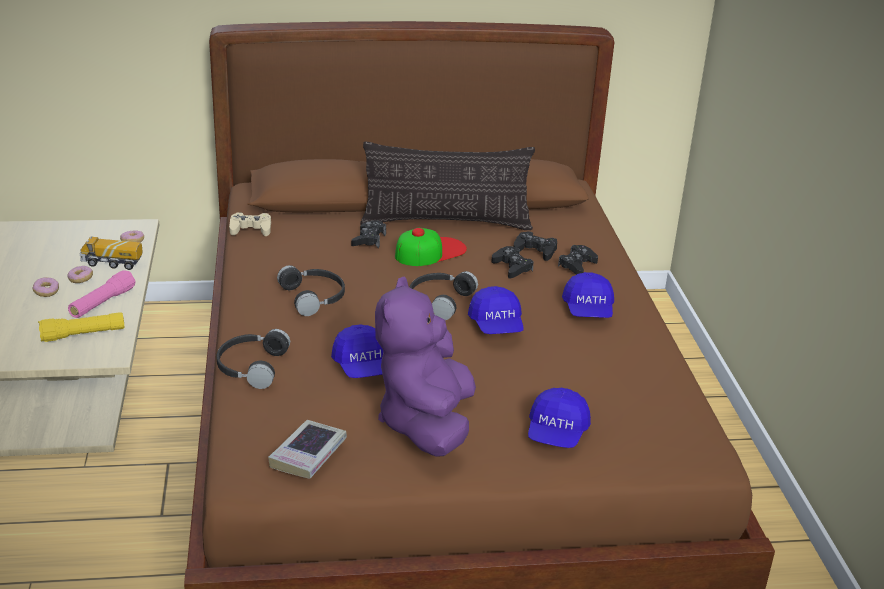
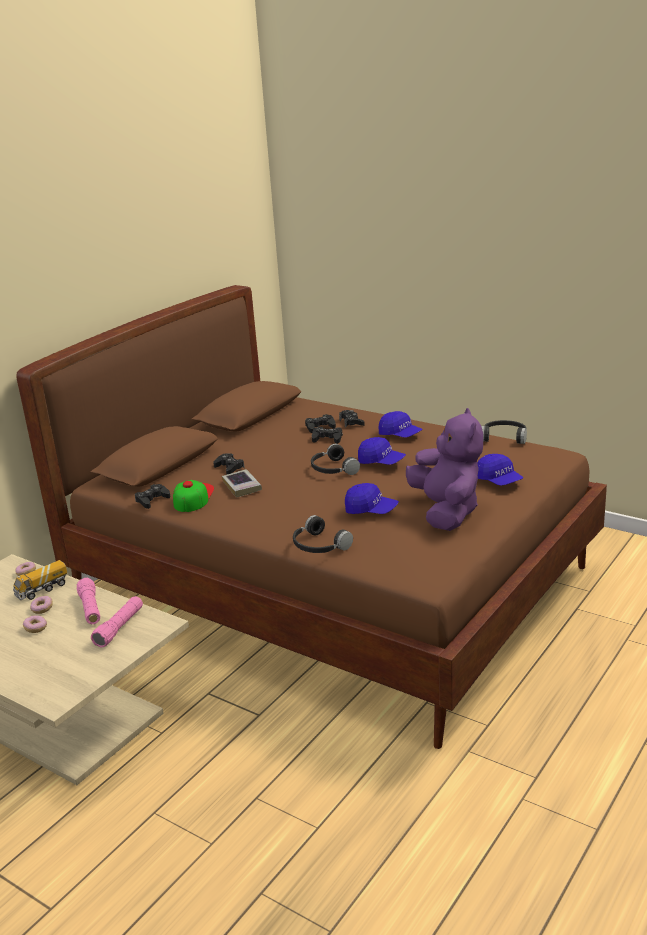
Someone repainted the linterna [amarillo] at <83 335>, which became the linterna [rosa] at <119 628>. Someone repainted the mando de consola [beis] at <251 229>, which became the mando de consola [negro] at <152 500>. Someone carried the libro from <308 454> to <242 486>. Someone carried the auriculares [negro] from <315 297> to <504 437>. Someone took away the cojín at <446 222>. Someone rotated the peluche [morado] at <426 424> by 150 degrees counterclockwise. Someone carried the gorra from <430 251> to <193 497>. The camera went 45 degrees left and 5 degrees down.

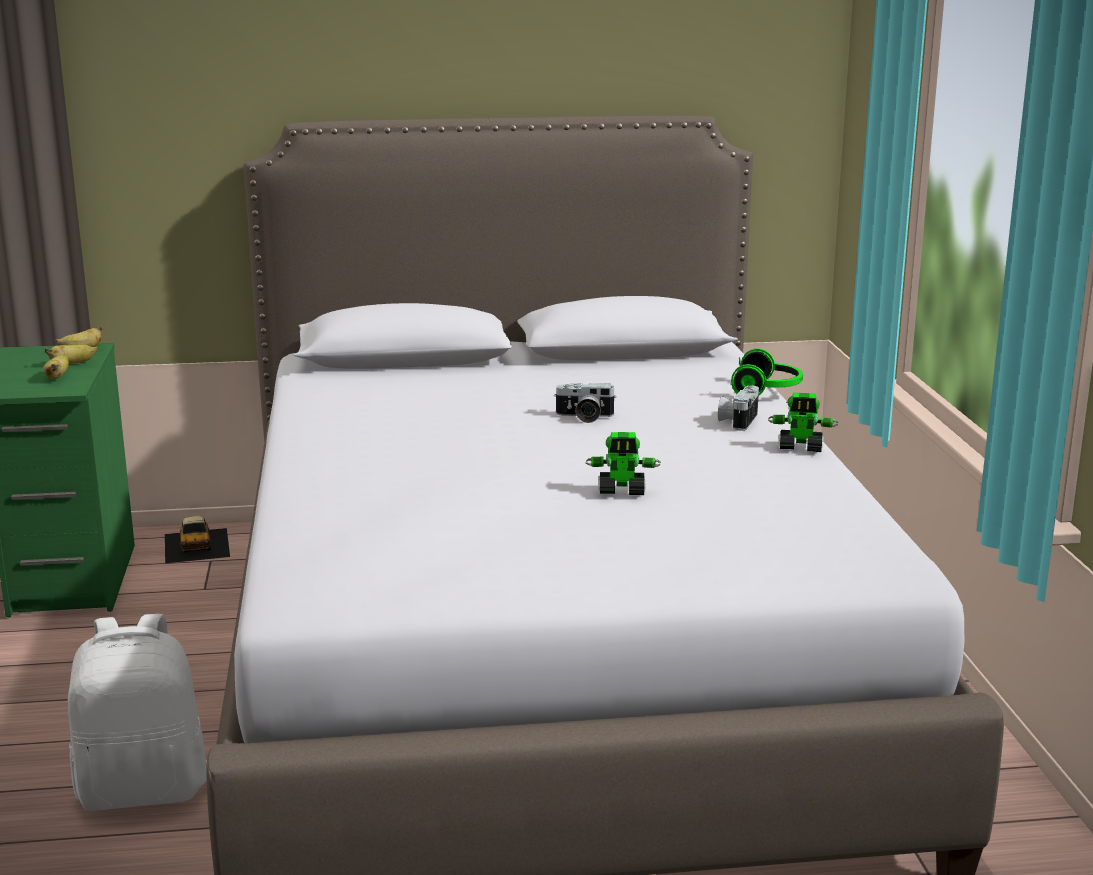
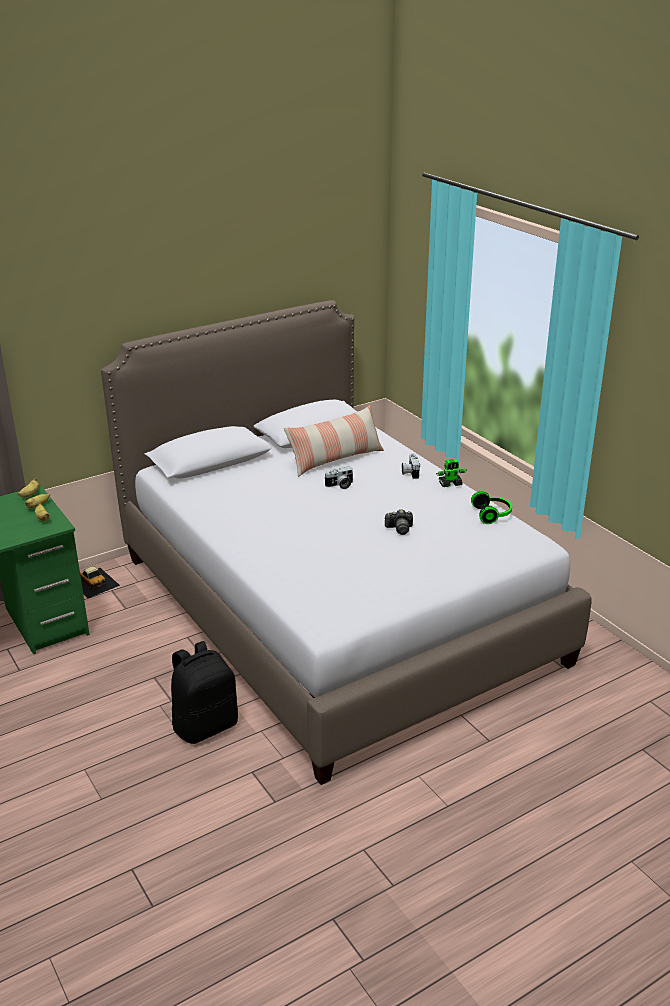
Someone repainted the mochila [blanco] at <143 789>, which became the mochila [negro] at <205 725>. Someone swapped the robot de juguete at <622 491> for the cámara at <399 529>. Someone carried the auriculares from <768 391> to <492 515>. Someone put down the cojín at <335 459>. The camera went 25 degrees left and 10 degrees up.

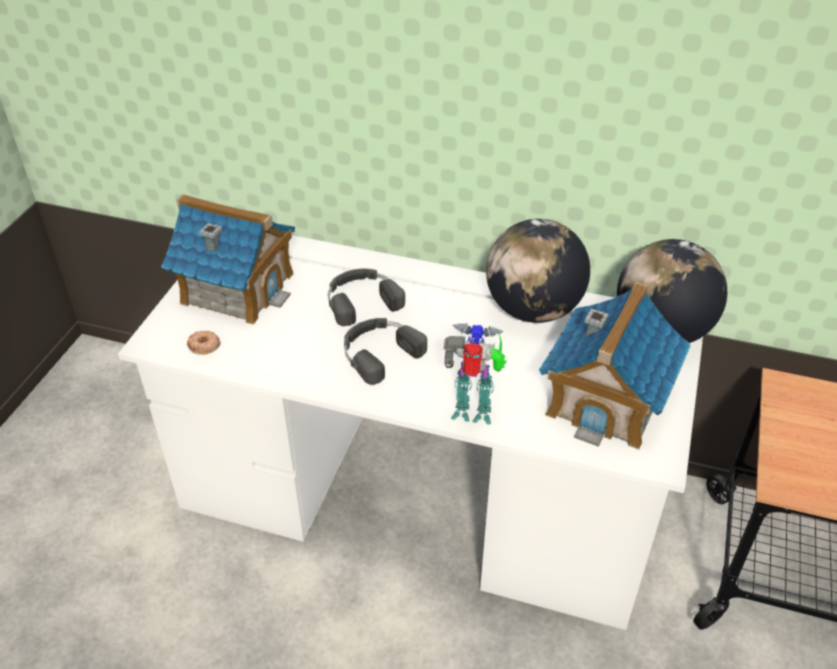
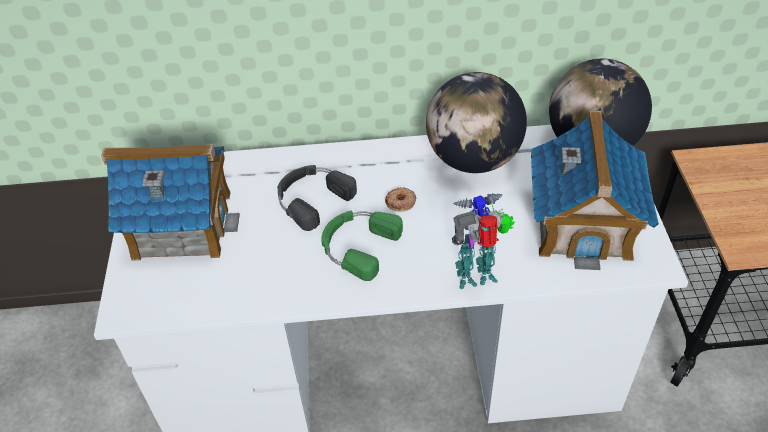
Someone carried the rosquilla from <204 345> to <401 202>. Someone repainted the auriculares [negro] at <378 352>, which became the auriculares [verde] at <357 246>. The camera went 20 degrees left and 5 degrees up.

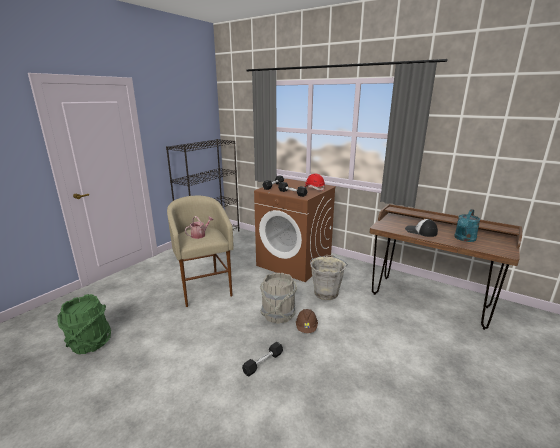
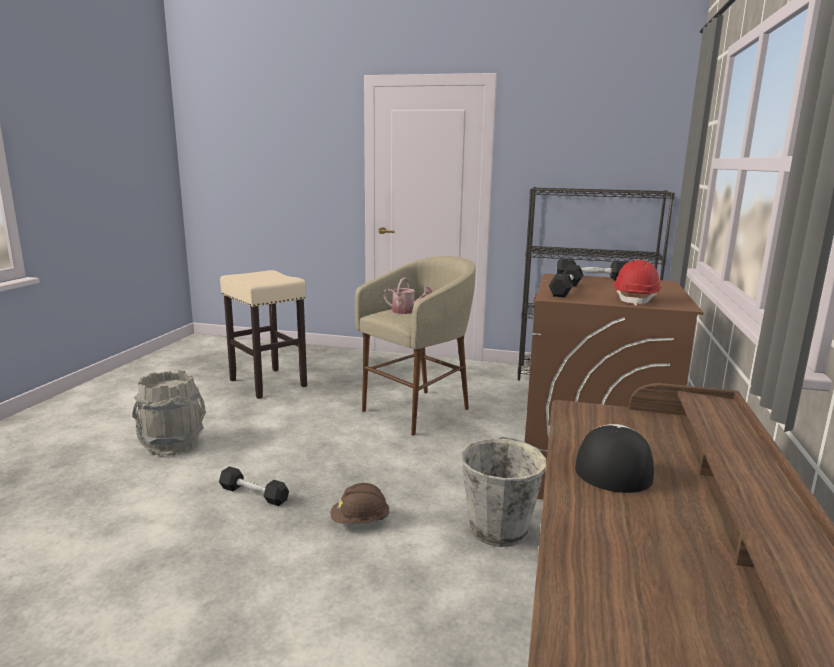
Someone swapped the cubo [verde] at <89 343> for the taburete [beis] at <267 383>. Someone carried the cubo [gris] from <278 314> to <173 444>. Someone took away the regadera [turquesa] at <464 239>. The camera went 70 degrees right and 5 degrees down.

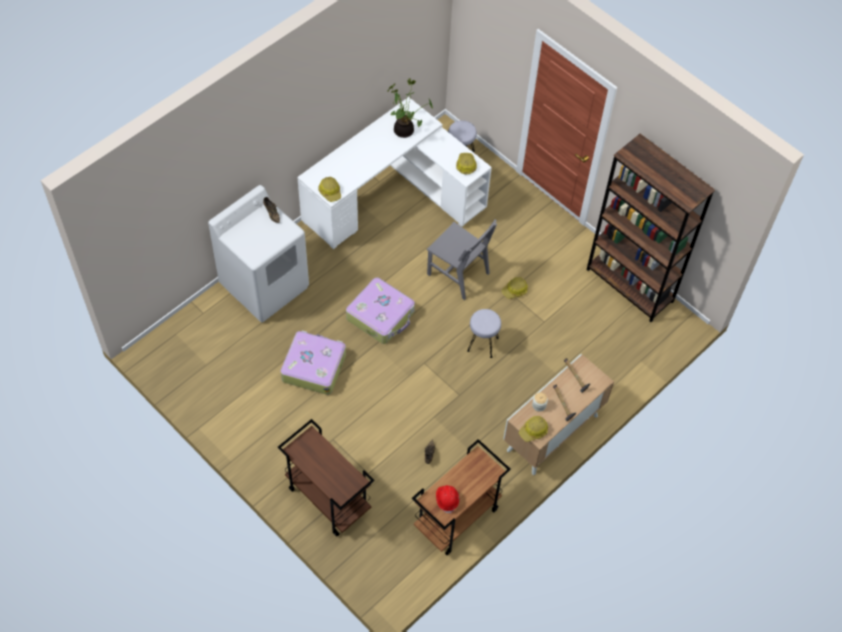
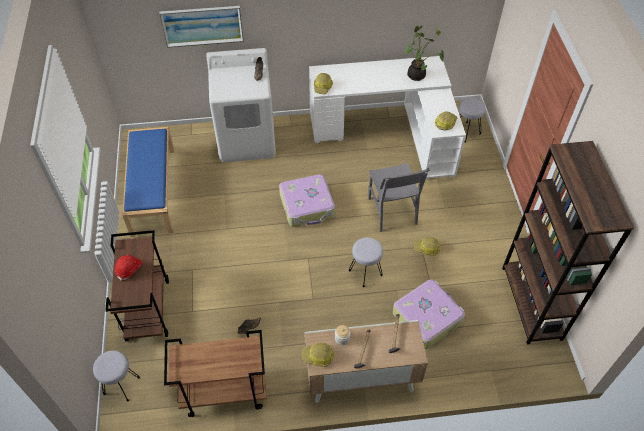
Someone carried the maleta from <313 366> to <427 317>. Someone carried the casco [rojo] from <447 499> to <129 269>. Someone put down the taburete [gris] at <121 385>. Someone put down the banco [azul] at <153 190>. Someone put up the cuadro at <202 25>. The camera went 40 degrees right and 5 degrees down.

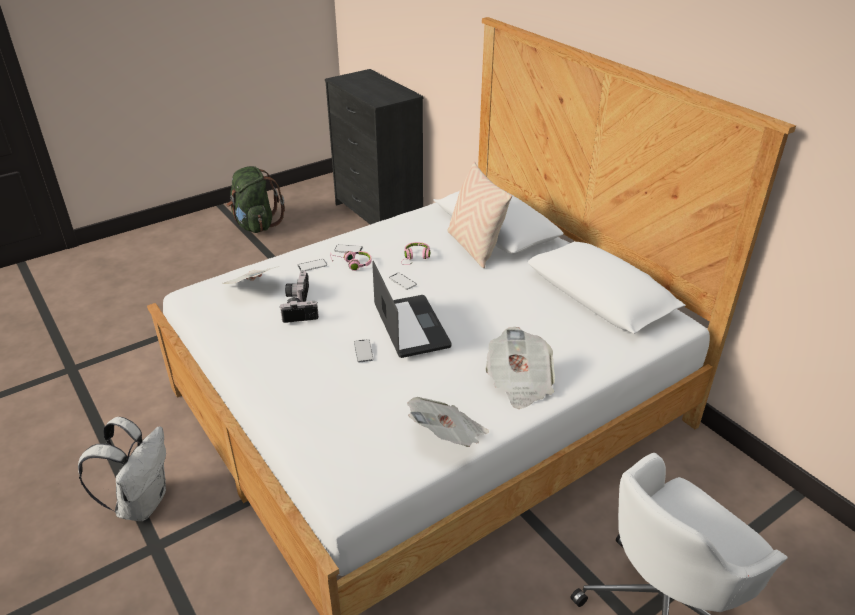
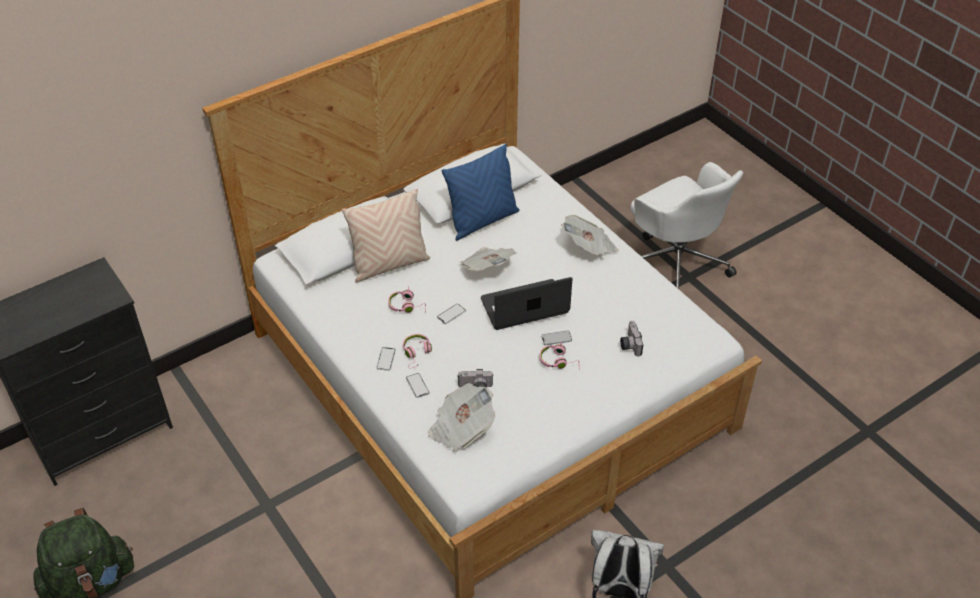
Someone carried the cámara from <300 315> to <629 344>. Someone carried the periódico from <448 436> to <487 268>. Someone put down the cojín [azul] at <482 221>. Someone put down the auriculares [rosa] at <559 361>. The camera went 90 degrees left and 10 degrees up.

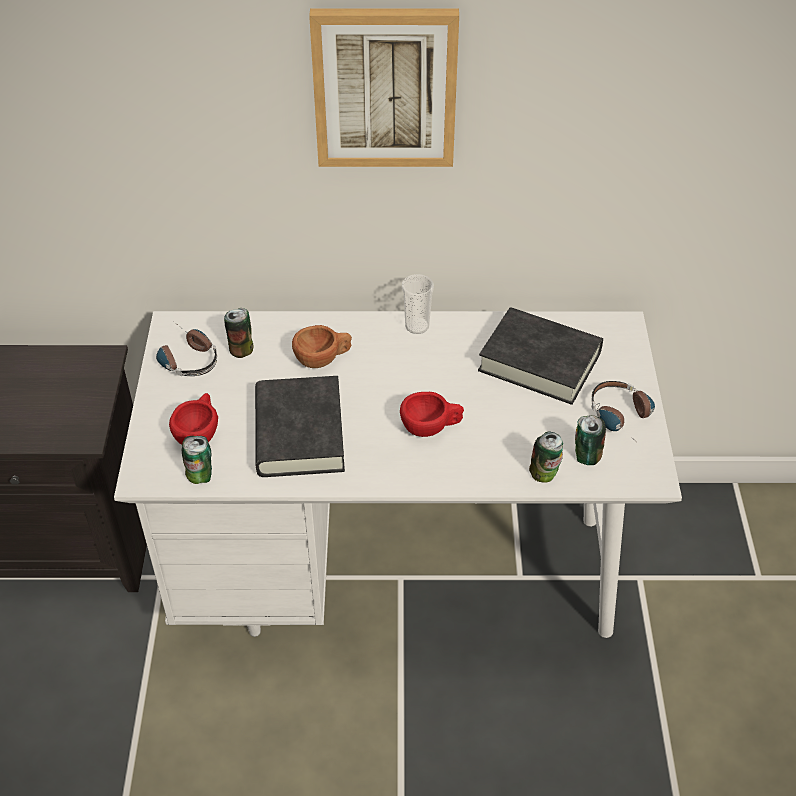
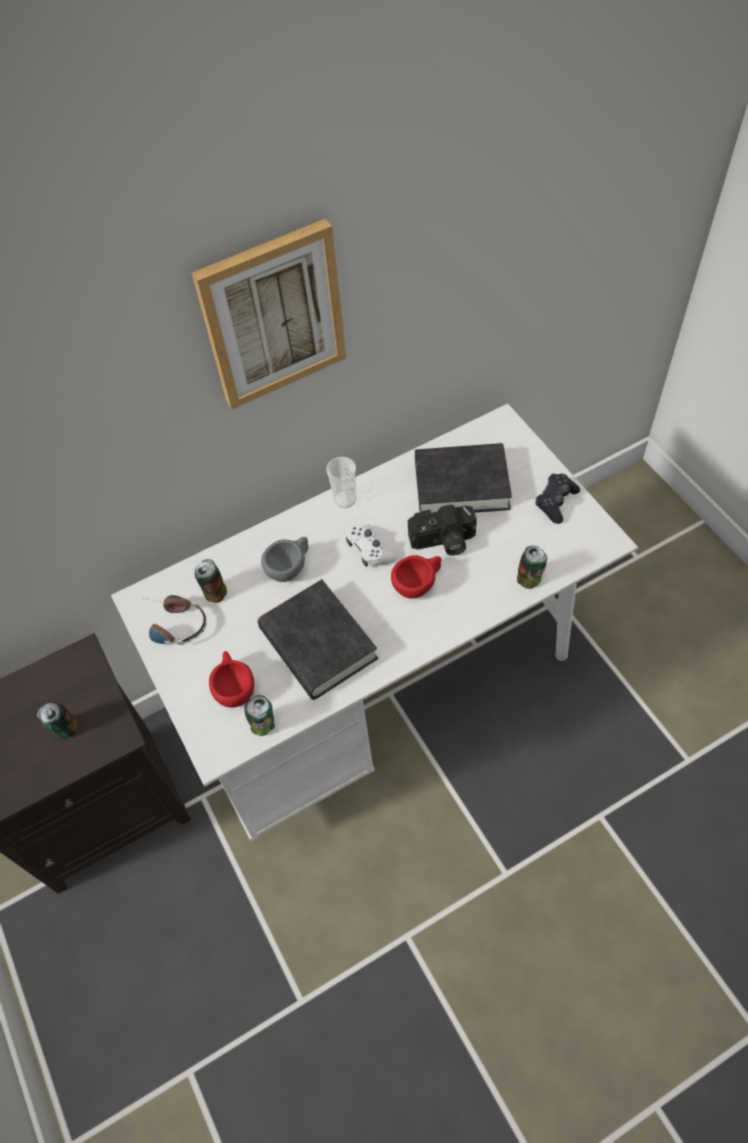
Someone repainted the taza [marrón] at <323 359>, which became the taza [gris] at <290 567>. Someone carried the lata from <586 456> to <65 729>. Someone swapped the auriculares at <625 418> for the mando de consola [negro] at <556 502>. Someone put down the mando de consola [blanco] at <369 550>. Someone put down the cámara at <443 542>. The camera went 25 degrees left and 10 degrees up.

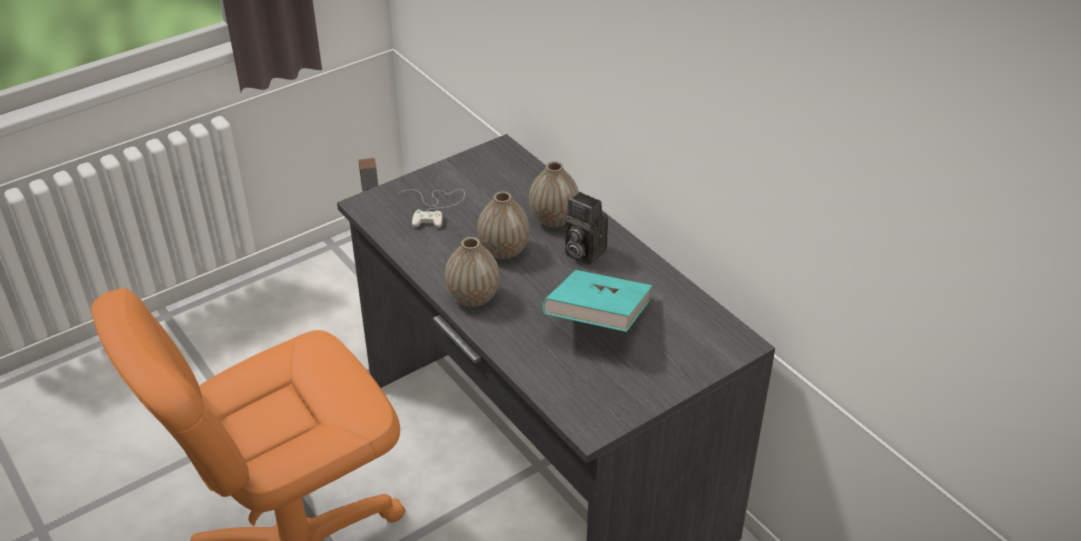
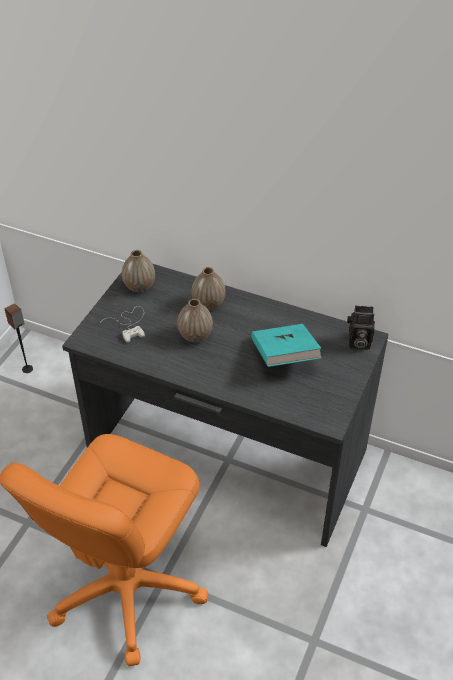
Someone carried the florero from <473 297> to <139 286>. Someone carried the cámara from <582 252> to <357 342>. The camera went 30 degrees left and 5 degrees up.

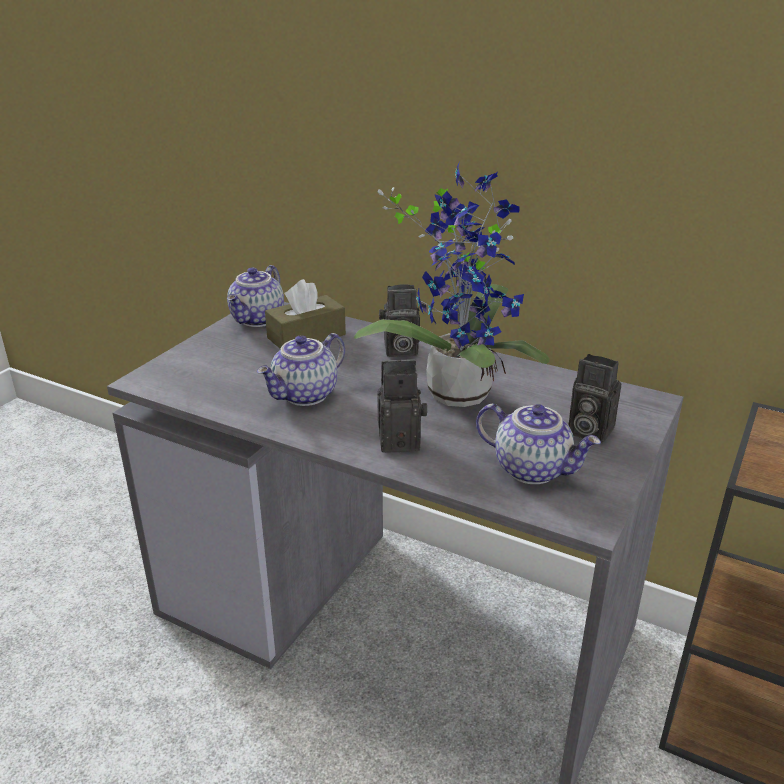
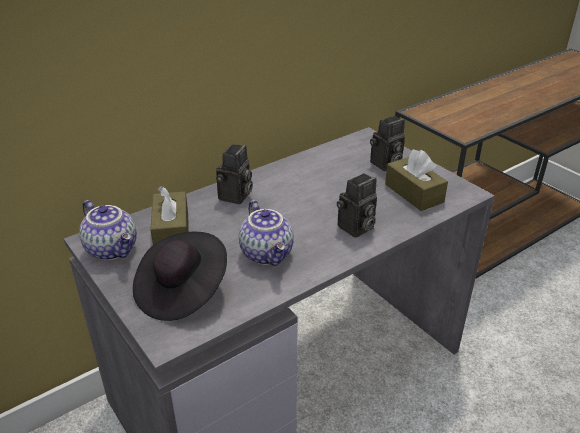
Someone took away the planta en maceta at <458 389>. Someone rotated the cámara at <401 440> by 150 degrees counterclockwise. Someone swapped the tetera at <533 469> for the caja de pañuelos [marrón] at <414 193>. Someone put down the sombrero [negro] at <181 292>. The camera went 65 degrees left and 5 degrees up.

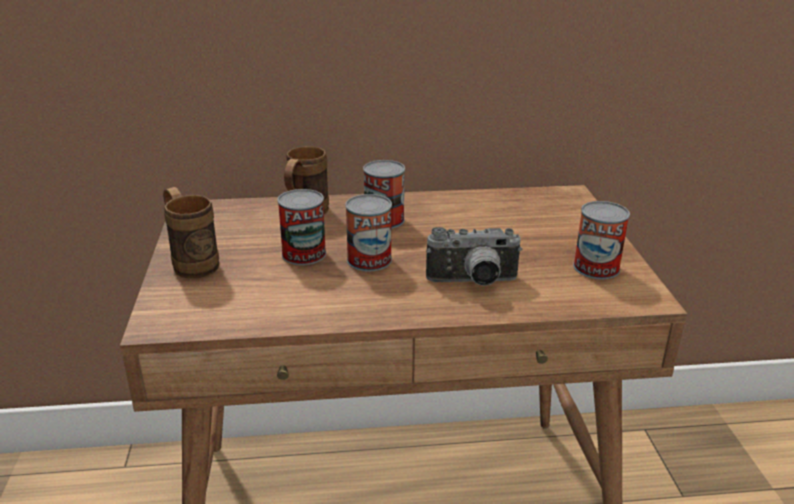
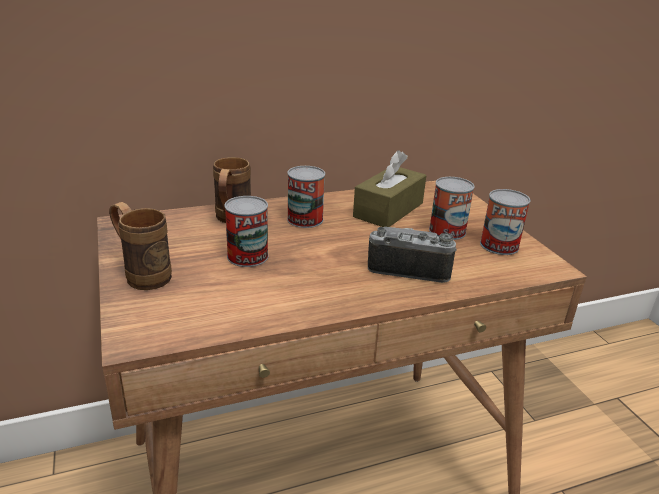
Someone carried the lata from <369 260> to <447 231>. Someone rotated the cámara at <473 283> by 150 degrees counterclockwise. Someone put down the caja de pañuelos [marrón] at <388 210>. The camera went 15 degrees left and 0 degrees up.

